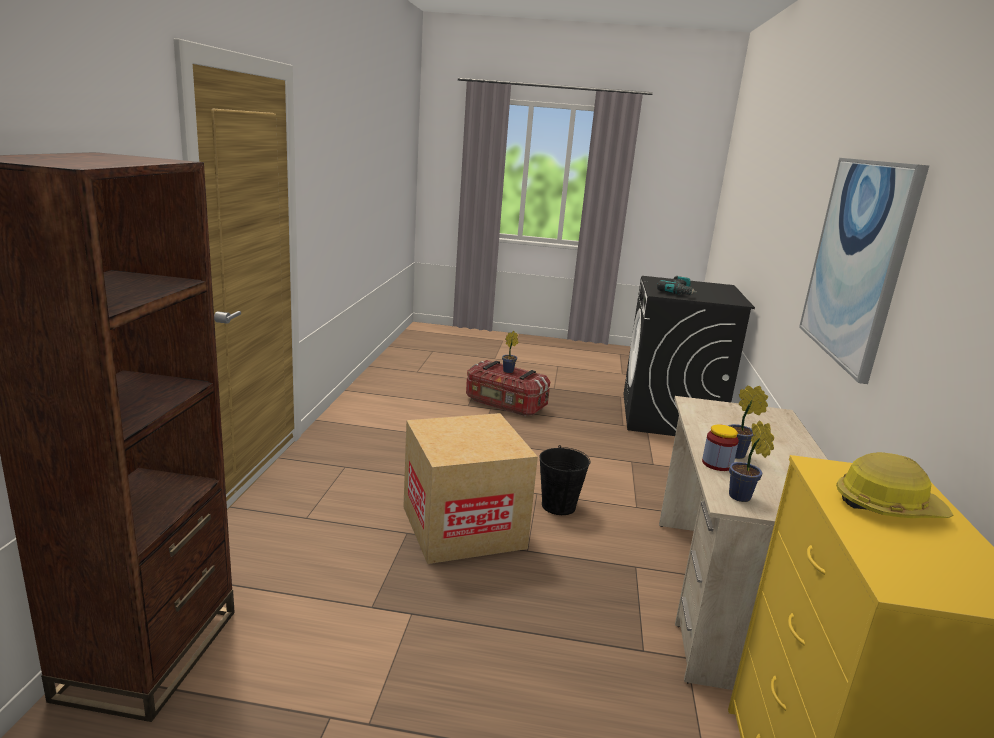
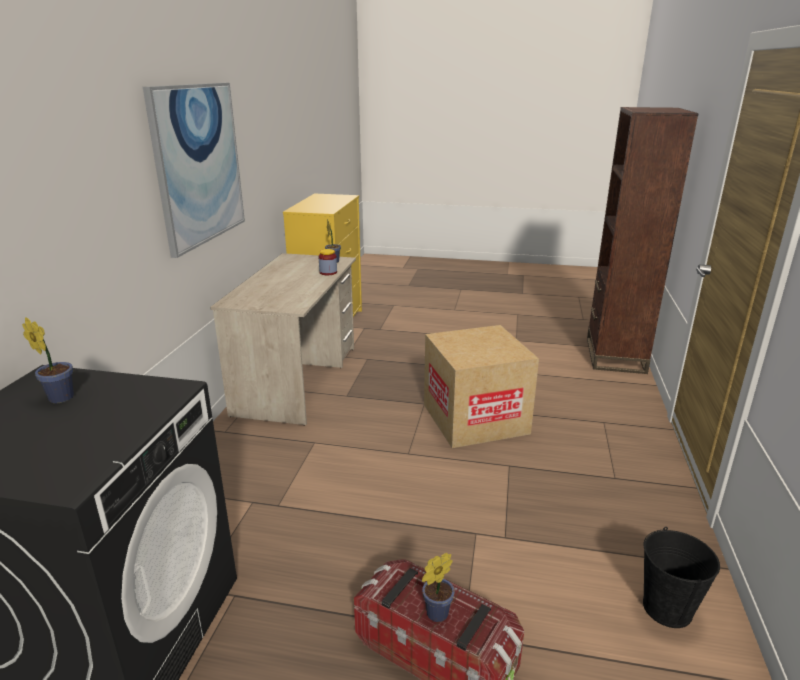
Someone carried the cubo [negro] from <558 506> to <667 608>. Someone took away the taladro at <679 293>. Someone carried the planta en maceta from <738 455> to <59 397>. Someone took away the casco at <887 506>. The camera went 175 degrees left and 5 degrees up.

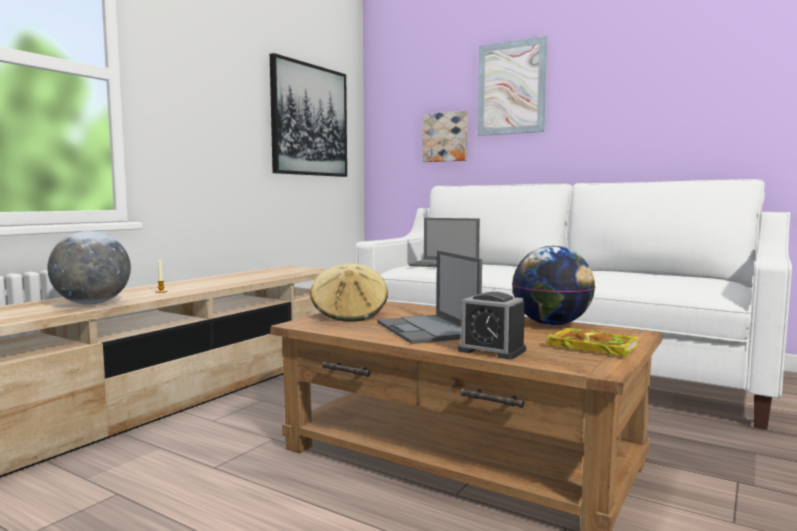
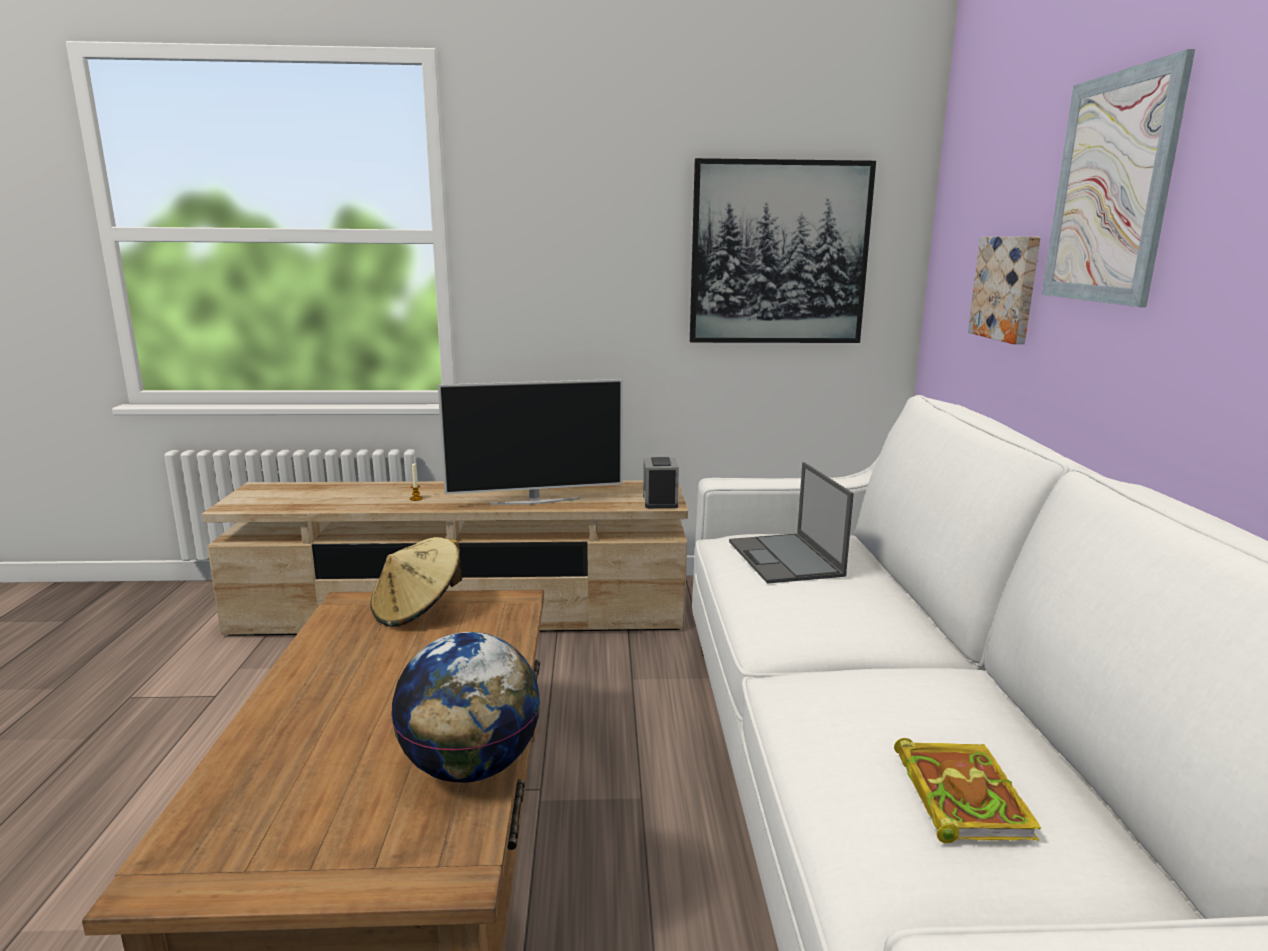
Someone took away the globo terráqueo at <92 304>. Someone took away the portátil at <427 330>. Someone carried the despertador from <491 350> to <660 501>. Someone carried the libro from <590 346> to <958 794>. Someone put down the televisor at <535 501>. The camera went 55 degrees right and 10 degrees up.

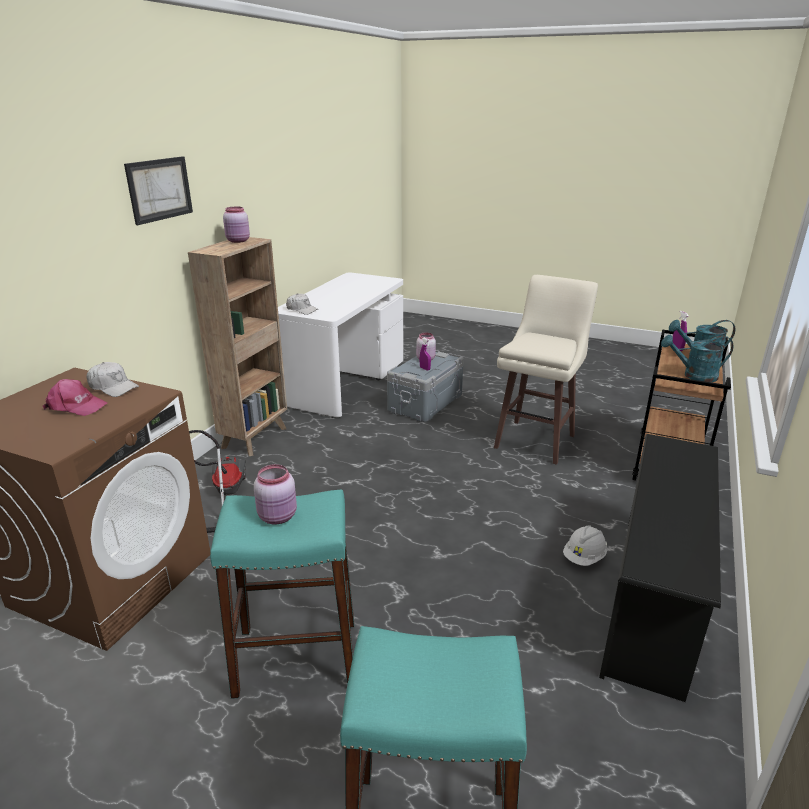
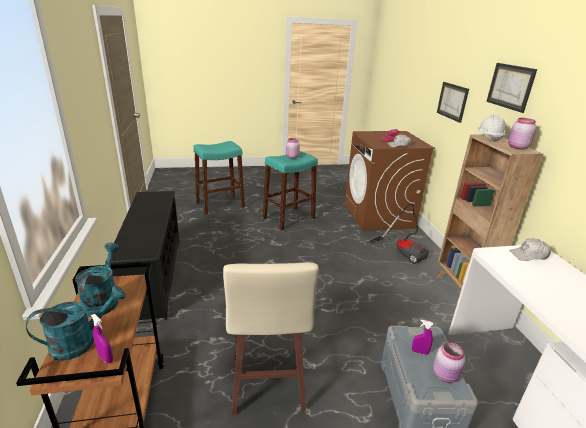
Someone carried the casco [blanco] from <584 557> to <489 138>. Someone rotated the regadera [turquesa] at <694 376> by 60 degrees counterclockwise. Someone put up the cuadro at <452 101>. The camera went 145 degrees right and 0 degrees up.

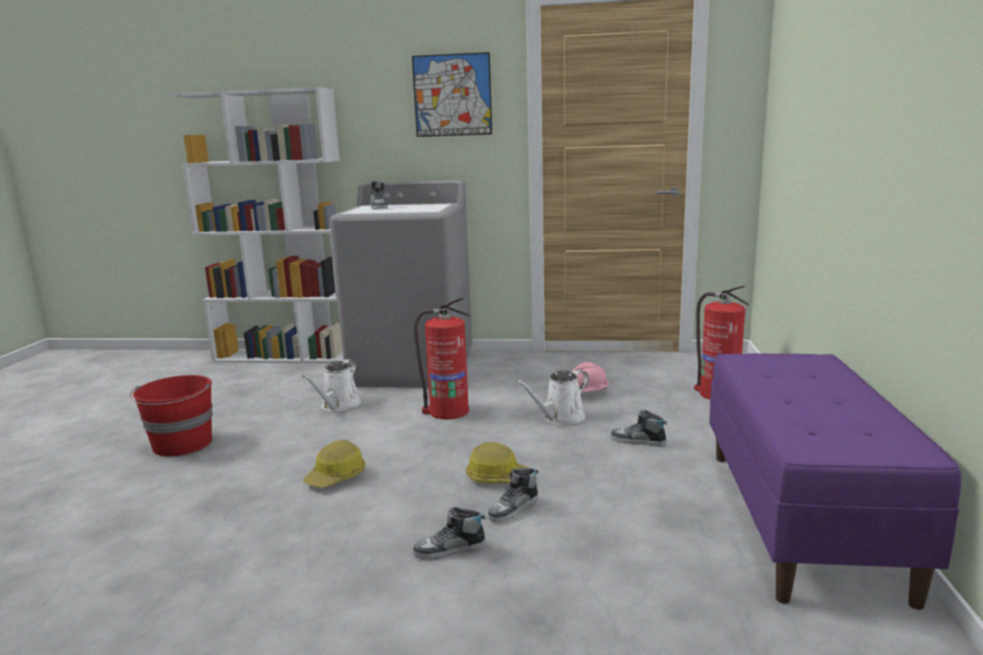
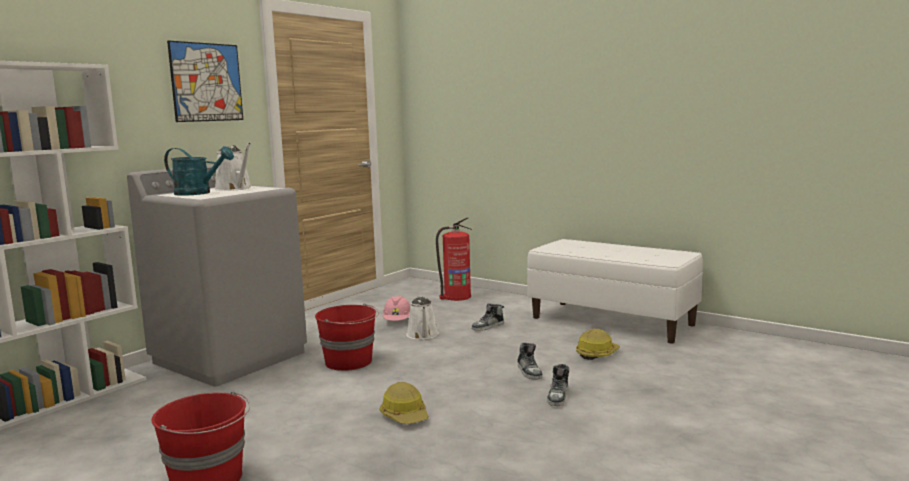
Someone carried the regadera [blanco] from <338 406> to <235 188>. Someone swapped the zapato at <378 208> for the regadera [turquesa] at <199 193>. Someone swapped the extintor at <447 411> for the cubo [rojo] at <349 362>. Someone carried the casco from <497 477> to <597 353>. Someone repainted the banco [morado] at <802 519>, which became the banco [blanco] at <612 321>. The camera went 60 degrees left and 5 degrees down.

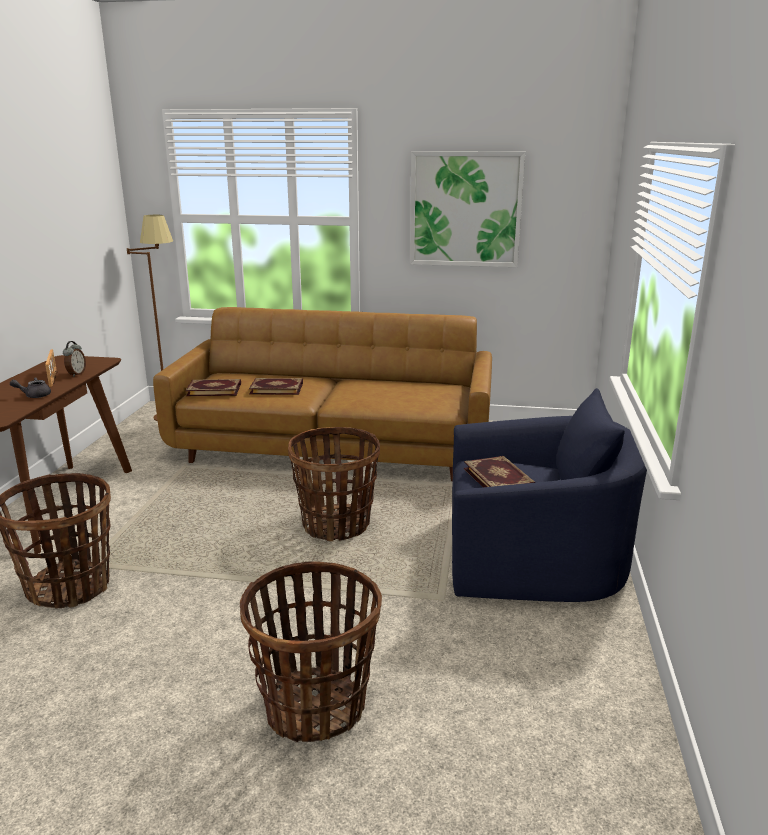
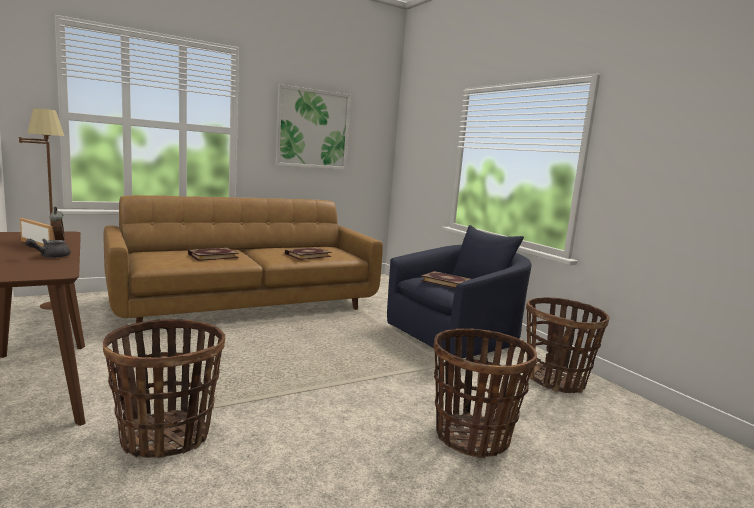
Someone carried the libro from <214 389> to <307 255>. Someone carried the cesta from <336 525> to <555 380>. The camera went 40 degrees left and 10 degrees down.

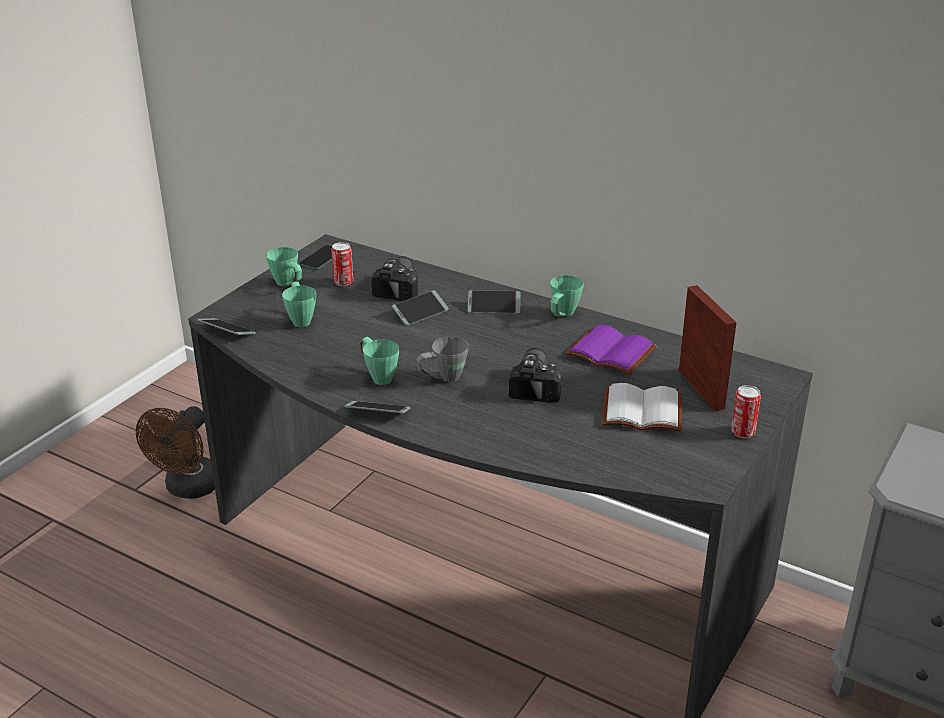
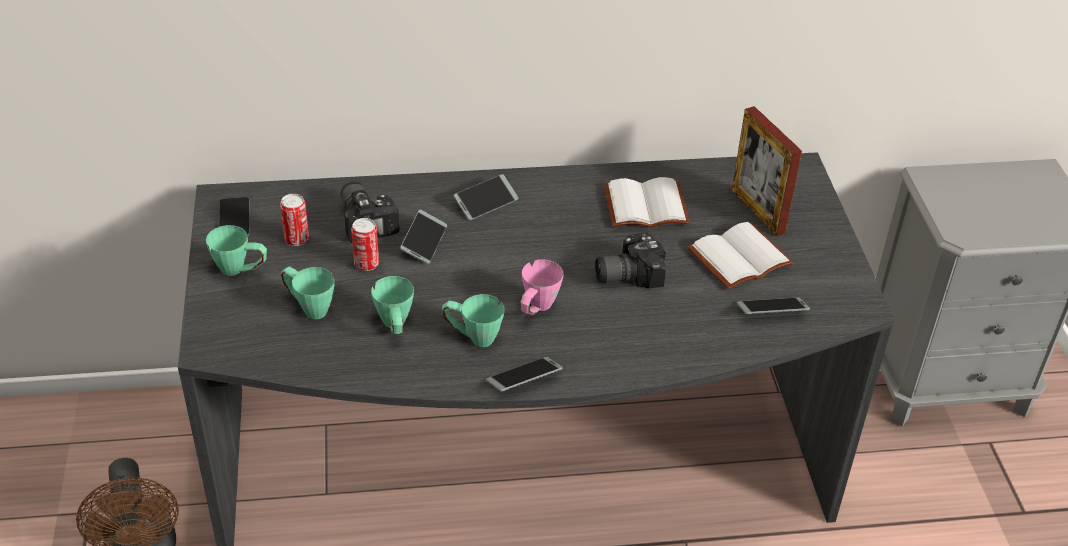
Someone carried the móvil from <227 332> to <771 311>. Someone repainted the taza grande [gris] at <442 379>, which became the taza grande [rosa] at <536 310>. Someone rotated the cámara at <537 385> by 75 degrees counterclockwise. Someone carried the taza grande [verde] from <562 316> to <395 328>. Someone repainted the libro [morado] at <613 352>, which became the libro [blanco] at <646 204>. Someone rotated the portarretratos at <701 389> by 150 degrees counterclockwise. Someone carried the lata from <742 432> to <366 264>. The camera went 40 degrees left and 10 degrees up.

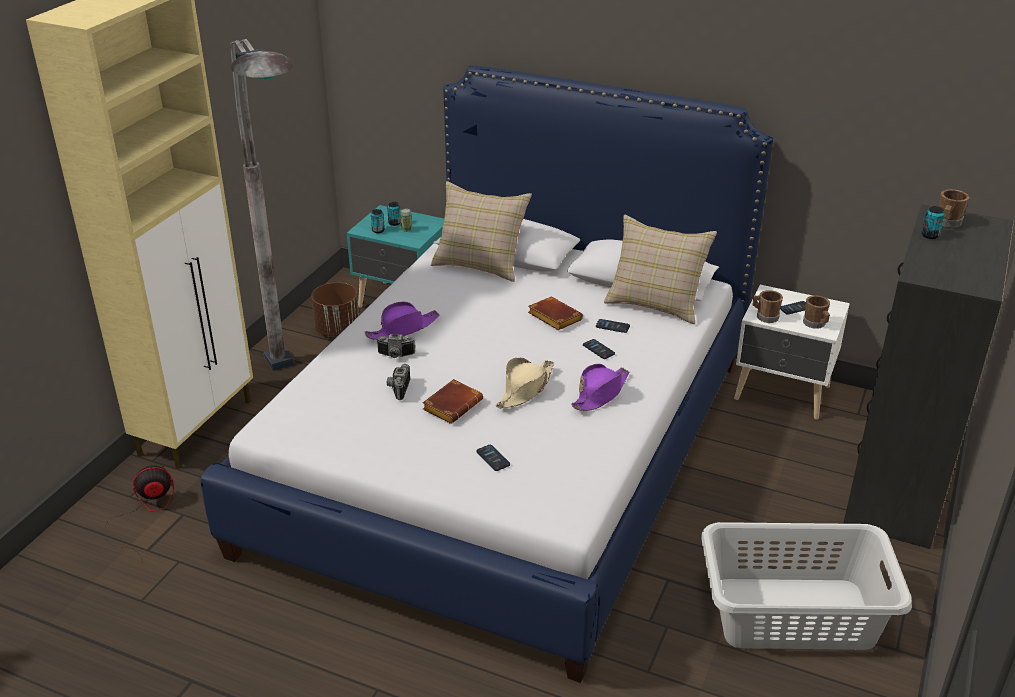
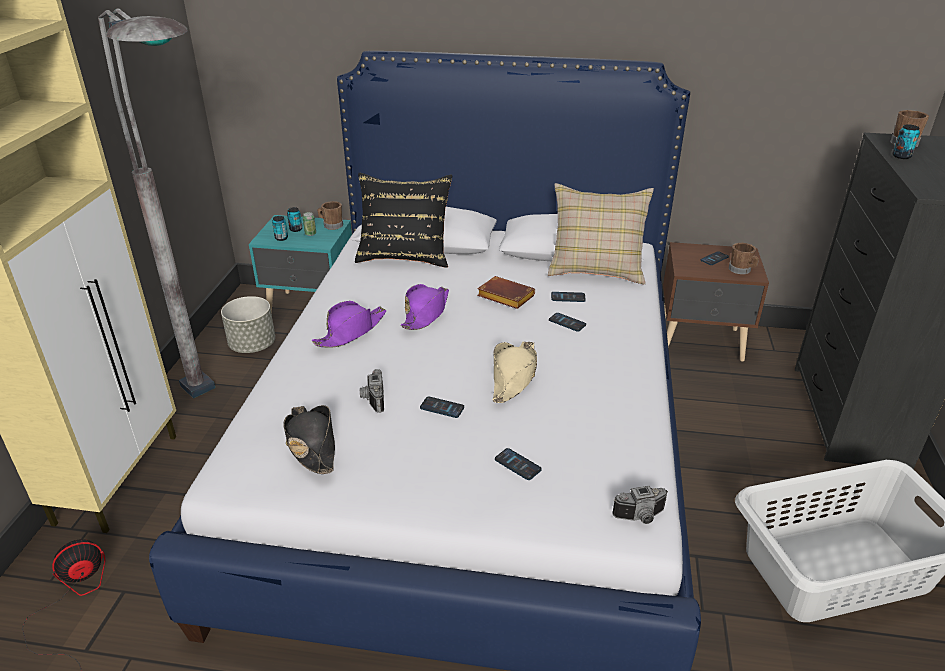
Someone repainted the maceta [marrón] at <338 330>, which became the maceta [gris] at <253 345>. Someone carried the cámara from <395 356> to <641 517>. Someone swapped the libro [marrón] at <452 405> for the móvil at <442 408>. Someone repainted the cojín [beis] at <480 263>, which became the cojín [negro] at <405 254>. Someone carried the sombrero [morado] from <600 394> to <426 313>. Someone repainted the mesita de noche [blanco] at <783 394>, which became the mesita de noche [marrón] at <701 343>. Someone carried the taza grande [marrón] from <765 316> to <331 225>. Someone put down the sombrero [negro] at <311 445>. The camera went 15 degrees left and 0 degrees up.

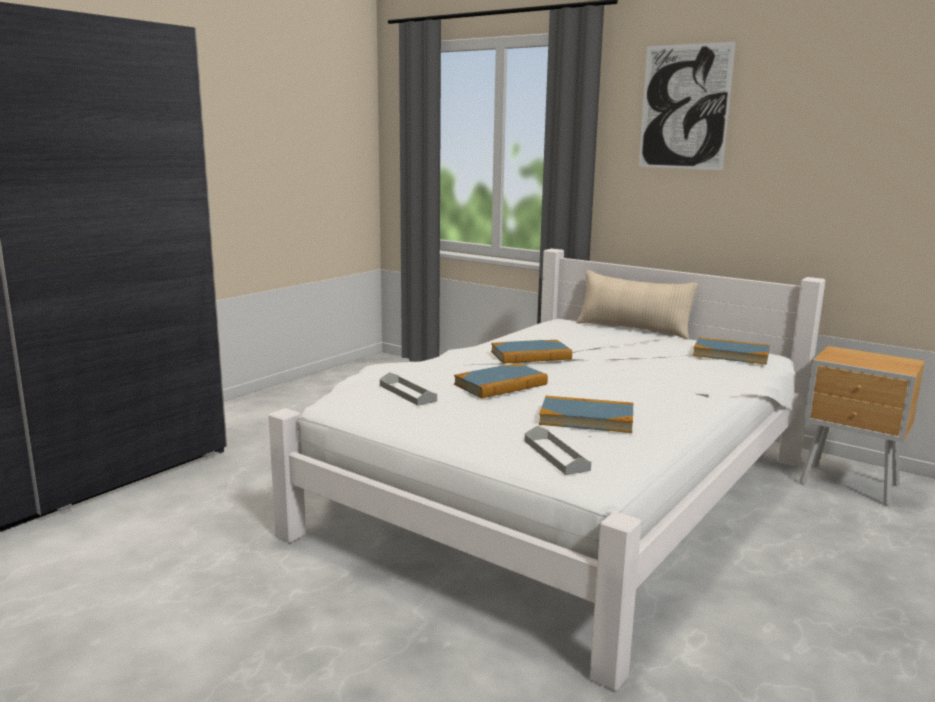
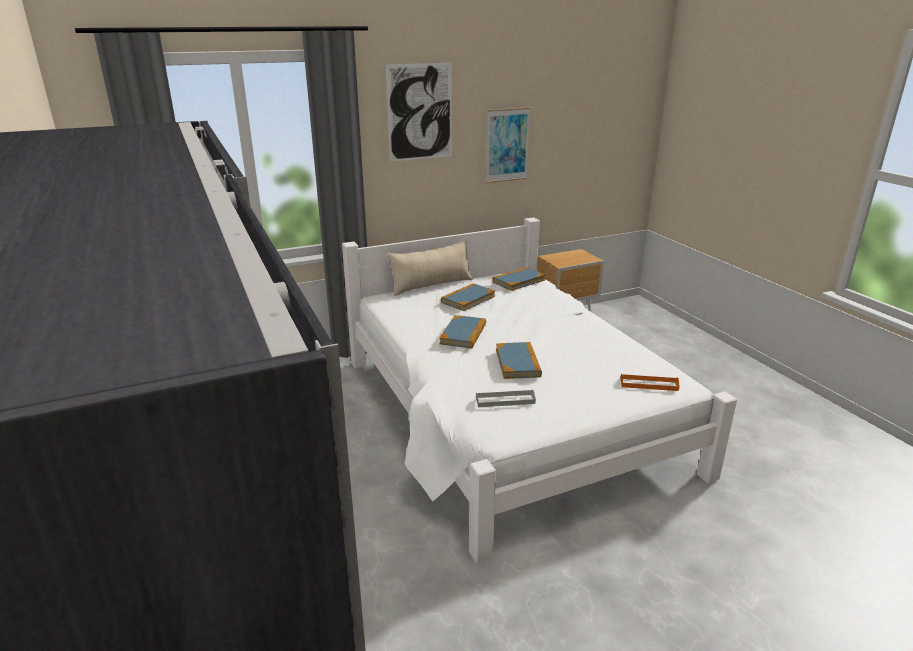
Someone repainted the bandeja [gris] at <556 455>, which became the bandeja [naranja] at <649 384>. Someone carried the libro from <586 418> to <468 299>. Someone put up the cuadro at <507 145>. The camera went 60 degrees left and 10 degrees up.

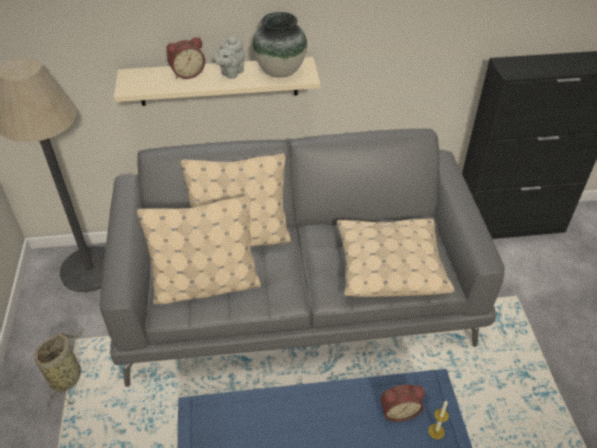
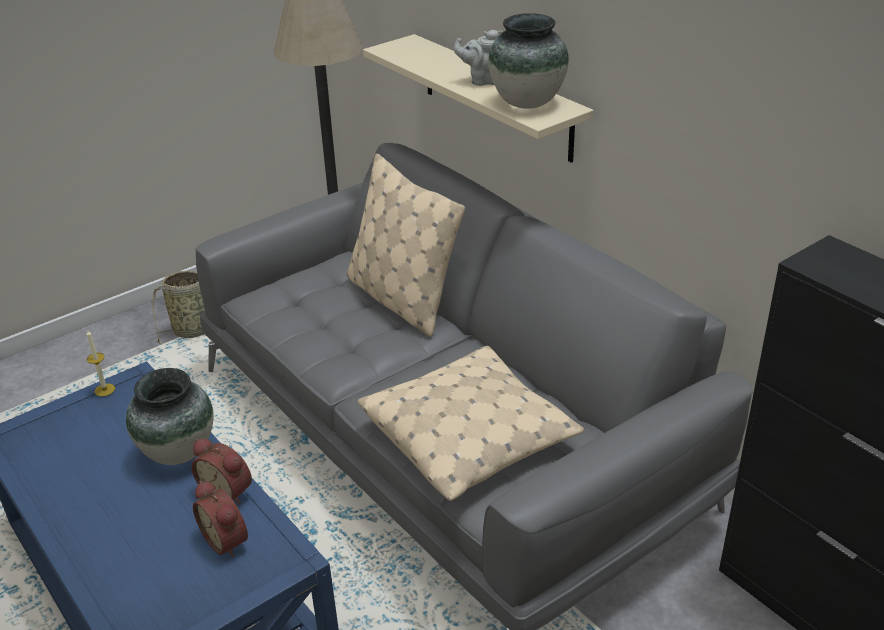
Someone took away the cojín [beis] at <206 285>. Someone carried the despertador from <187 73> to <228 491>. Someone carried the vela from <436 431> to <104 390>. Someone put down the florero at <178 452>. The camera went 60 degrees right and 10 degrees down.

